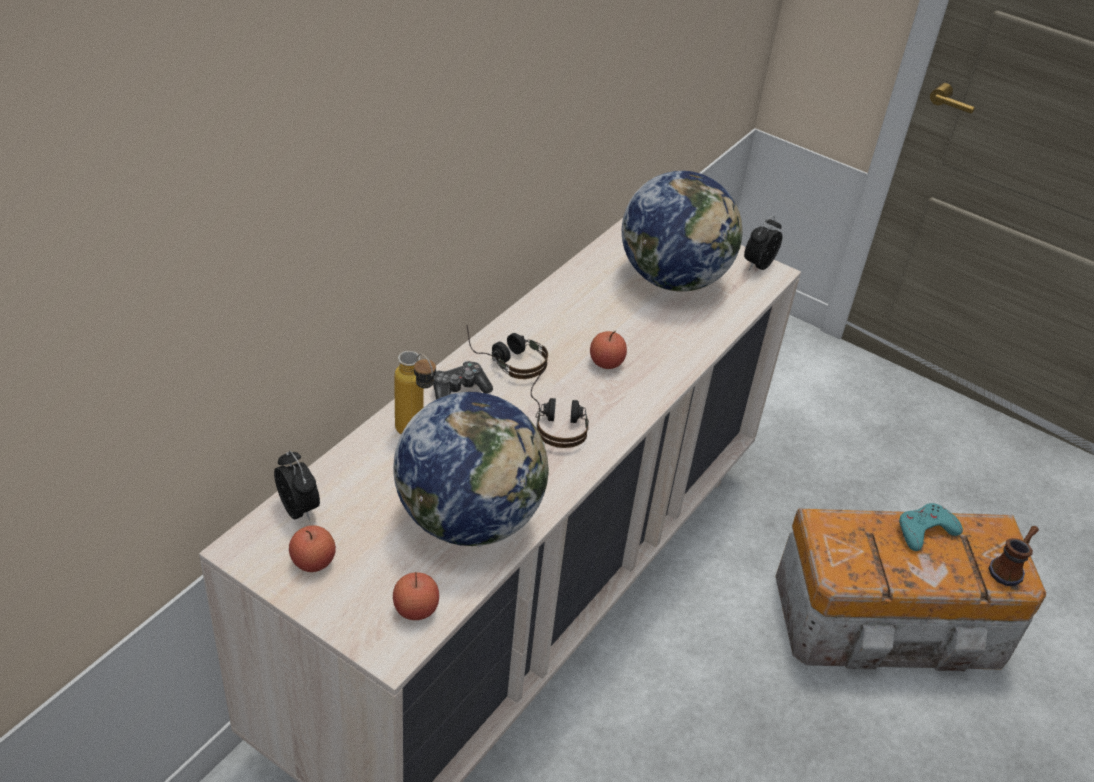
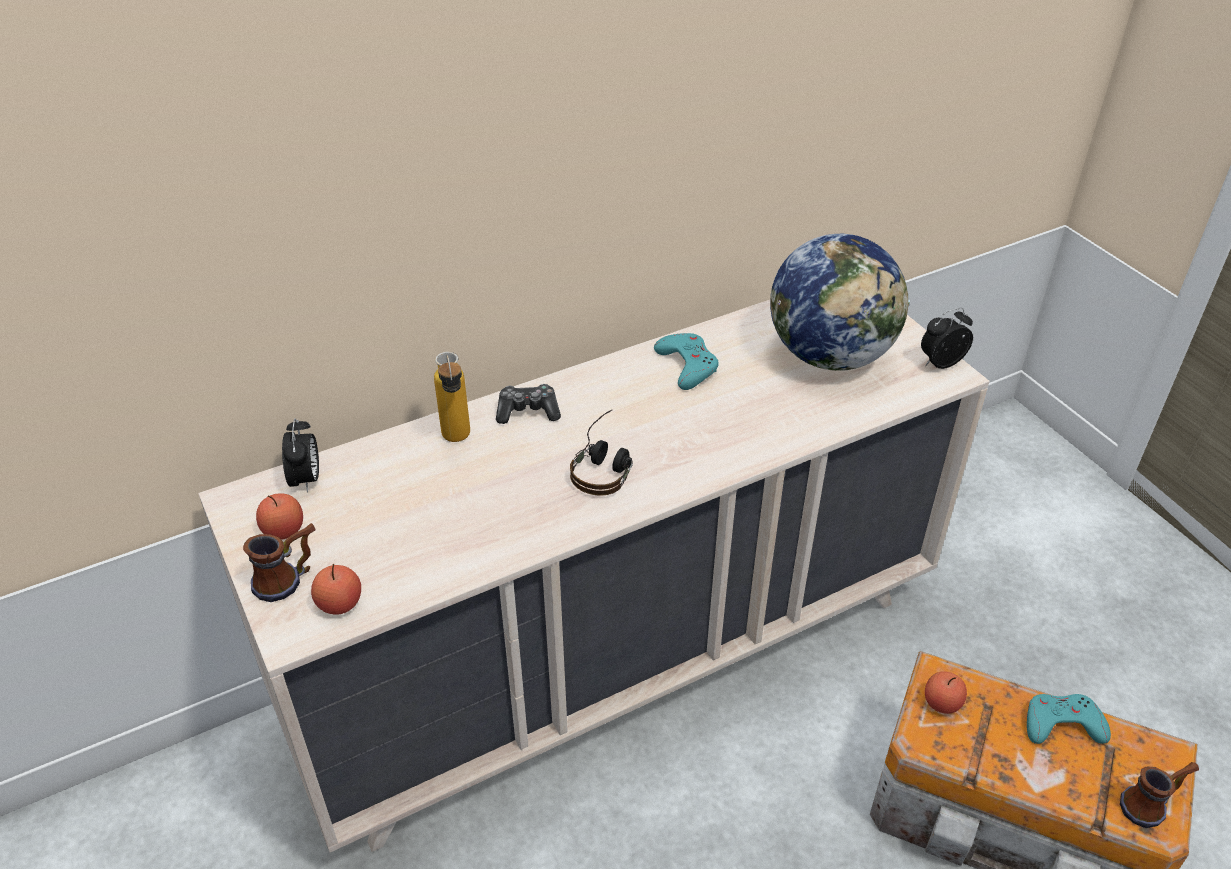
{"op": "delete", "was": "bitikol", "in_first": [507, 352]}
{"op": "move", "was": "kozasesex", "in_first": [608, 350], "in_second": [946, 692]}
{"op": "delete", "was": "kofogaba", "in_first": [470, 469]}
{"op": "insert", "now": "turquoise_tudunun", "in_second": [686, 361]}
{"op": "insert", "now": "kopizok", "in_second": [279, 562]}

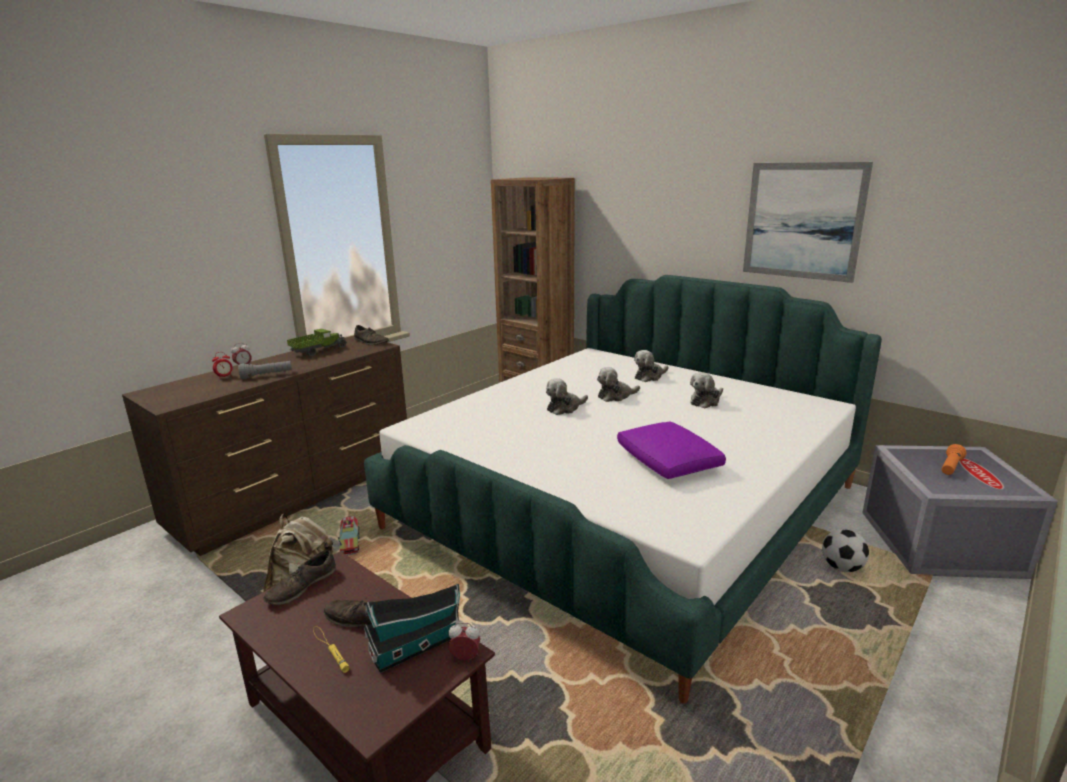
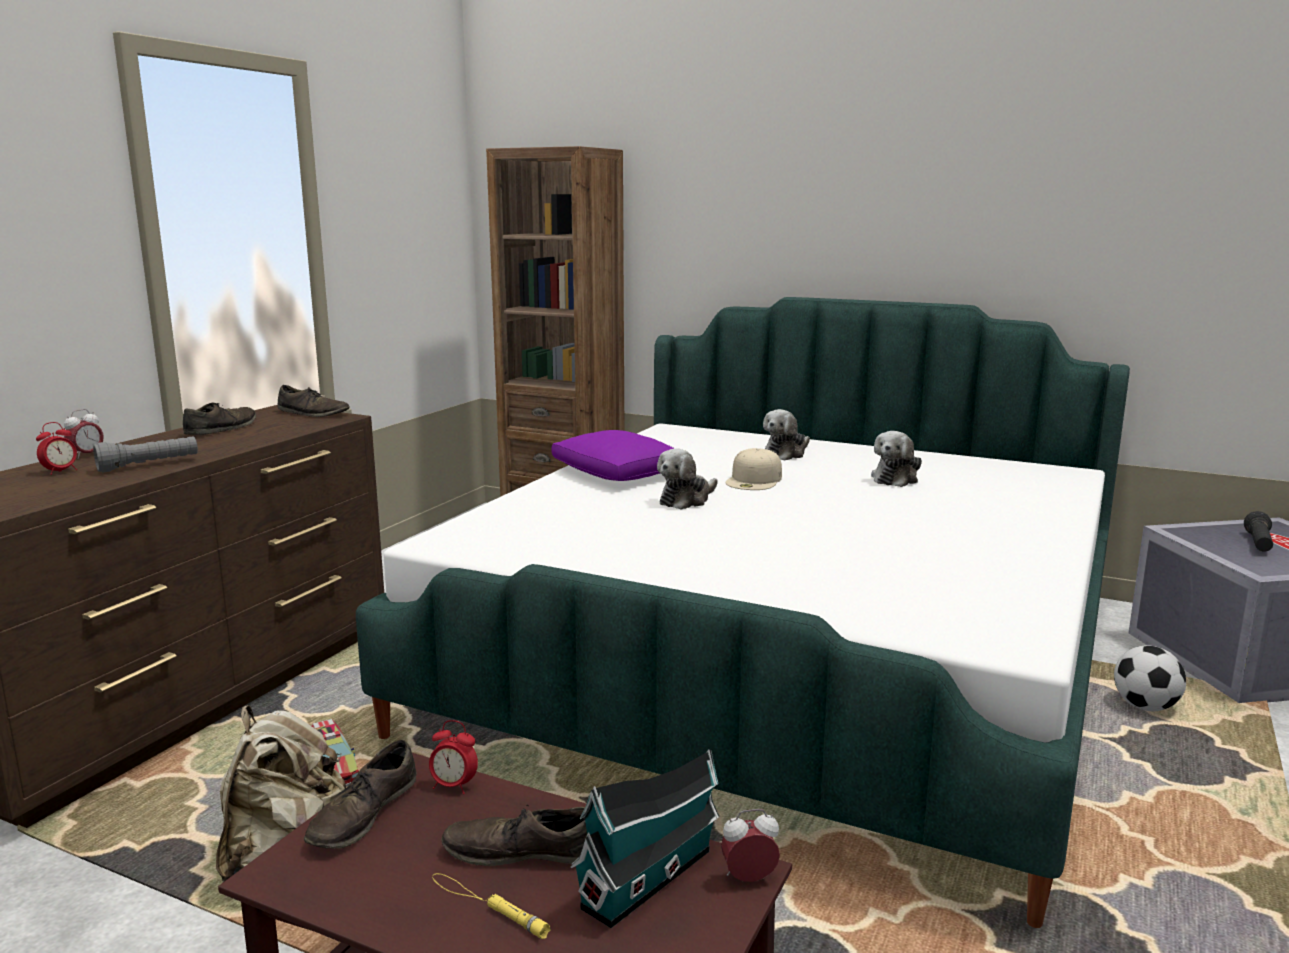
{"op": "delete", "was": "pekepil", "in_first": [808, 222]}
{"op": "replace", "was": "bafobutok", "now": "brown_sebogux", "in_first": [316, 342], "in_second": [219, 419]}
{"op": "replace", "was": "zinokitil", "now": "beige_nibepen", "in_first": [618, 384], "in_second": [754, 469]}
{"op": "move", "was": "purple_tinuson", "in_first": [671, 450], "in_second": [613, 455]}
{"op": "recolor", "was": "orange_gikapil", "now": "black_gikapil", "in_first": [954, 459], "in_second": [1258, 531]}
{"op": "insert", "now": "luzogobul", "in_second": [453, 757]}

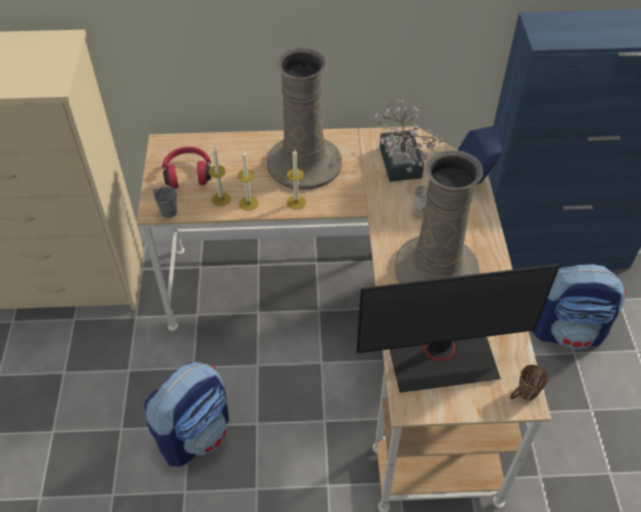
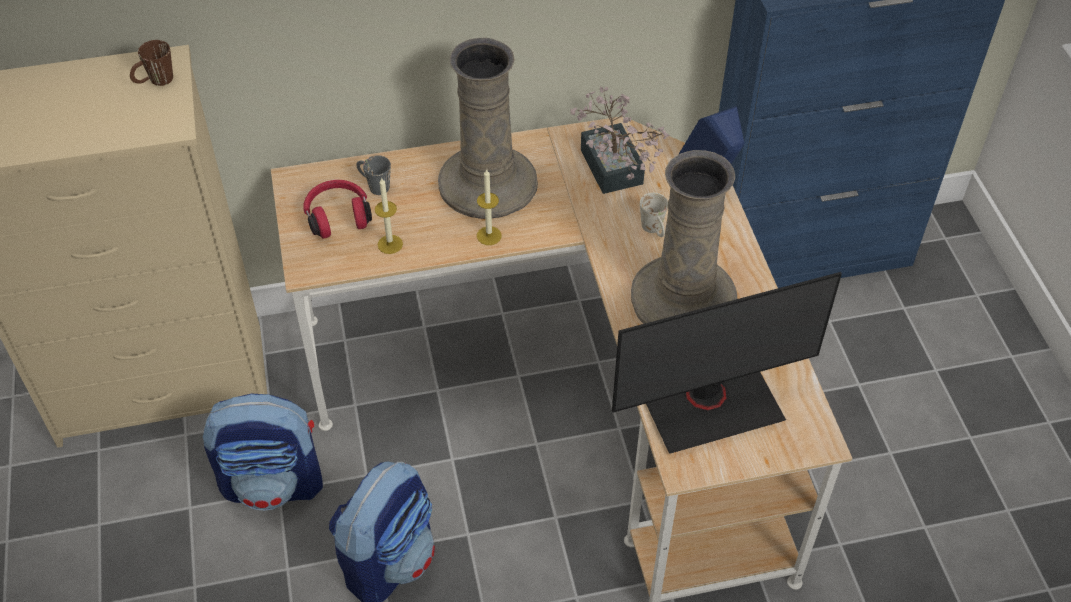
{"op": "delete", "was": "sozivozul", "in_first": [248, 181]}
{"op": "move", "was": "grey_kopizok", "in_first": [165, 202], "in_second": [373, 175]}
{"op": "move", "was": "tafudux", "in_first": [579, 306], "in_second": [263, 452]}
{"op": "move", "was": "brown_kopizok", "in_first": [529, 382], "in_second": [151, 63]}

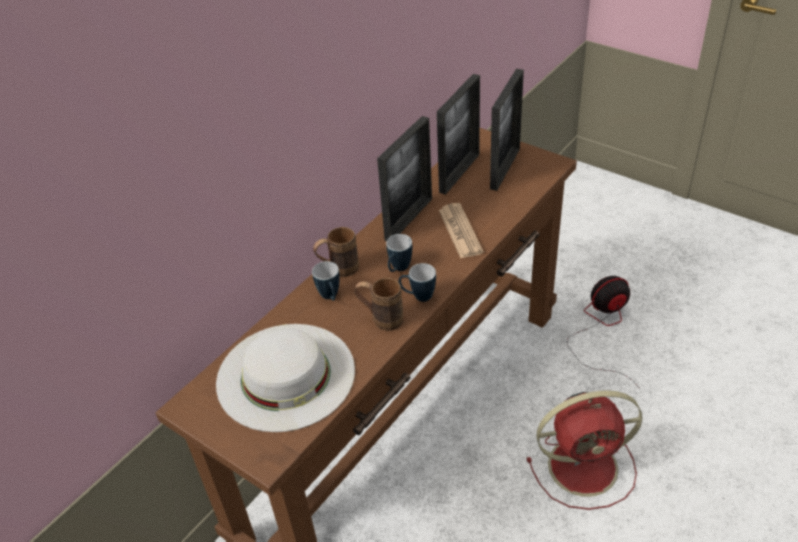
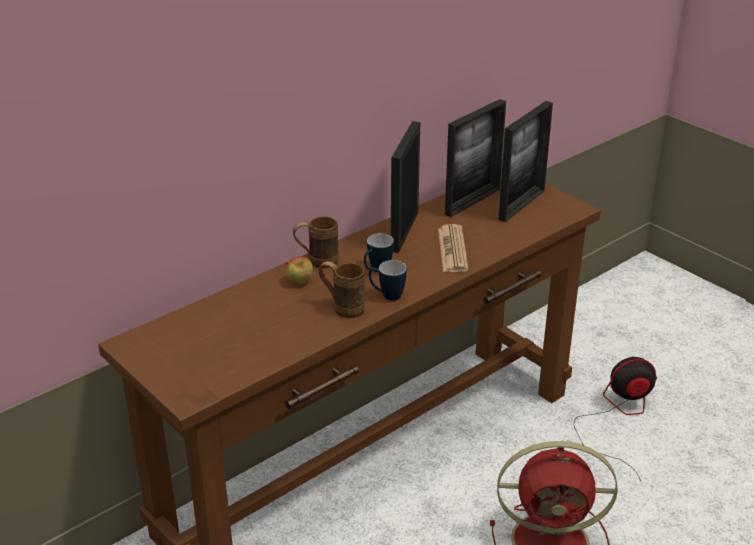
{"op": "rotate", "was": "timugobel", "in_first": [404, 178], "in_second": [405, 187], "clockwise": 150}
{"op": "replace", "was": "kopizok", "now": "kozasesex", "in_first": [326, 281], "in_second": [299, 270]}
{"op": "delete", "was": "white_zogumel", "in_first": [285, 378]}

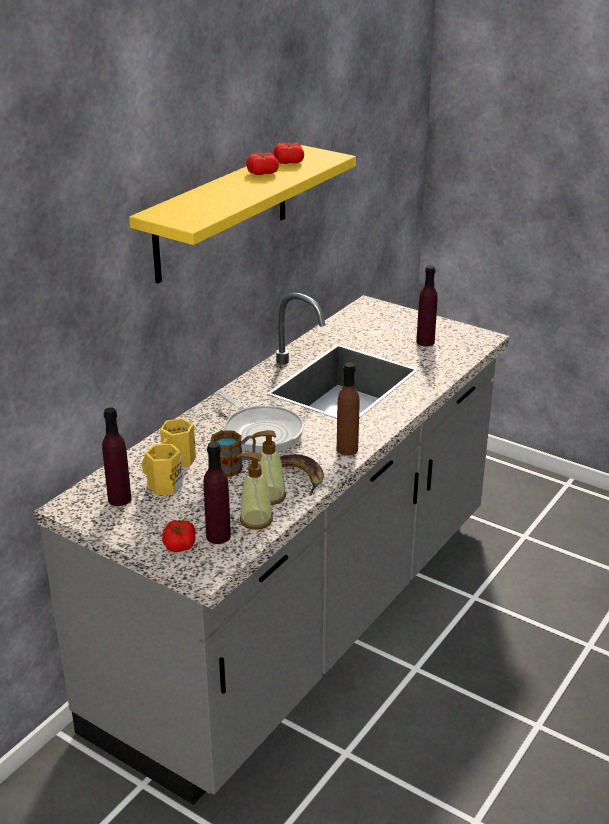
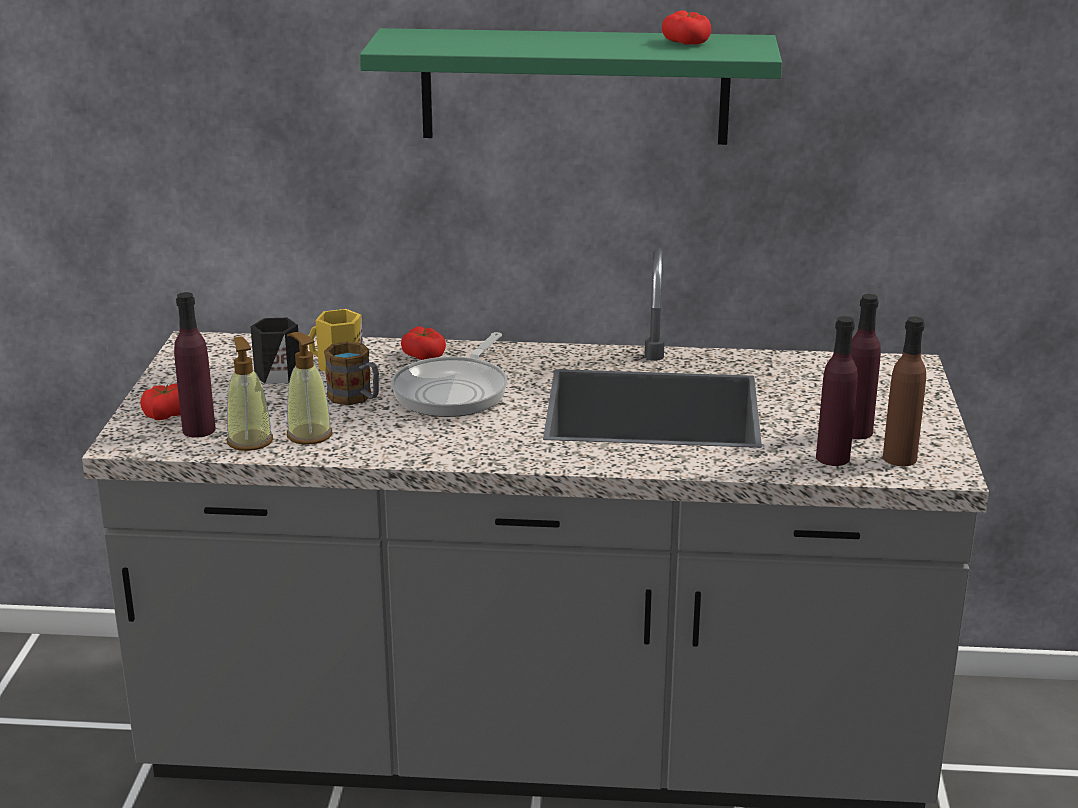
{"op": "recolor", "was": "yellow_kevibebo", "now": "green_kevibebo", "in_first": [242, 214], "in_second": [571, 86]}
{"op": "move", "was": "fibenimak", "in_first": [262, 164], "in_second": [423, 343]}
{"op": "move", "was": "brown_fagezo", "in_first": [348, 409], "in_second": [904, 391]}
{"op": "move", "was": "purple_fagezo", "in_first": [116, 456], "in_second": [837, 391]}
{"op": "recolor", "was": "yellow_kopizok", "now": "black_kopizok", "in_first": [162, 469], "in_second": [275, 351]}
{"op": "delete", "was": "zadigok", "in_first": [302, 475]}

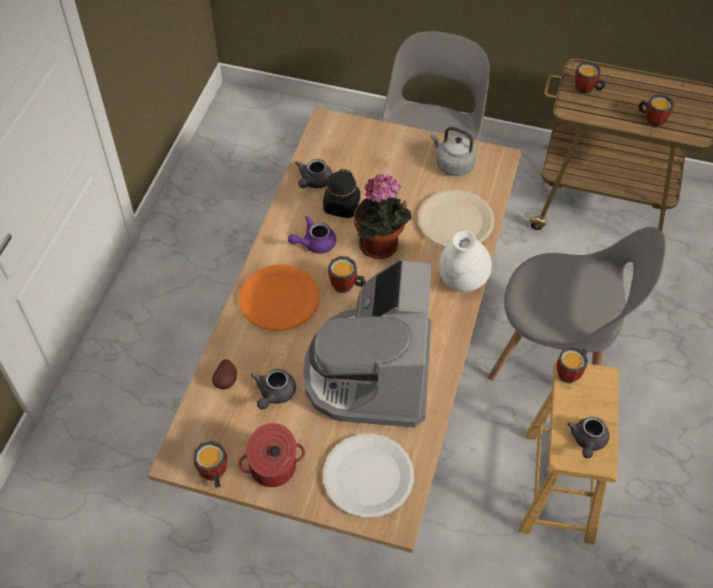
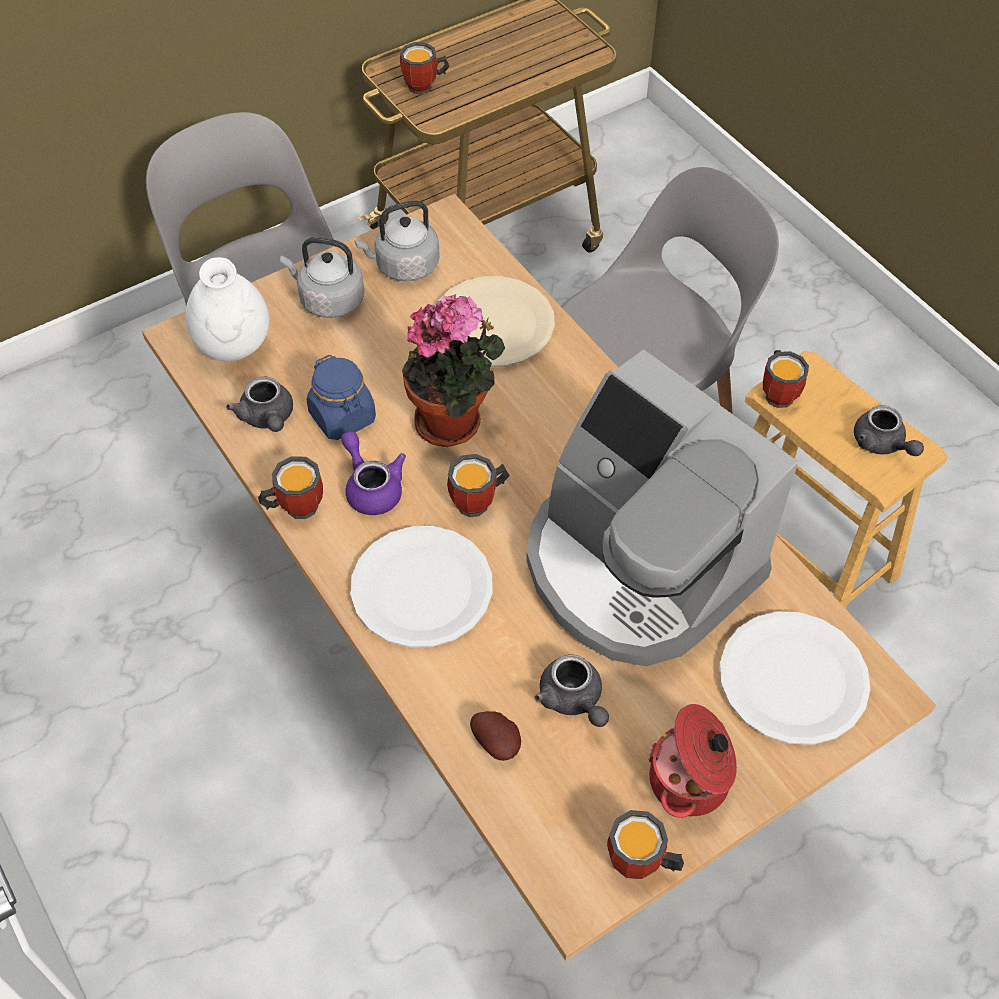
{"op": "move", "was": "kopizok", "in_first": [656, 111], "in_second": [290, 487]}
{"op": "recolor", "was": "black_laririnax", "now": "blue_laririnax", "in_first": [341, 193], "in_second": [341, 397]}
{"op": "rotate", "was": "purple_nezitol", "in_first": [312, 235], "in_second": [373, 473], "clockwise": 135}
{"op": "move", "was": "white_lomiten", "in_first": [465, 261], "in_second": [228, 309]}
{"op": "recolor", "was": "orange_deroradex", "now": "white_deroradex", "in_first": [279, 297], "in_second": [421, 586]}
{"op": "insert", "now": "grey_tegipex", "in_second": [322, 277]}

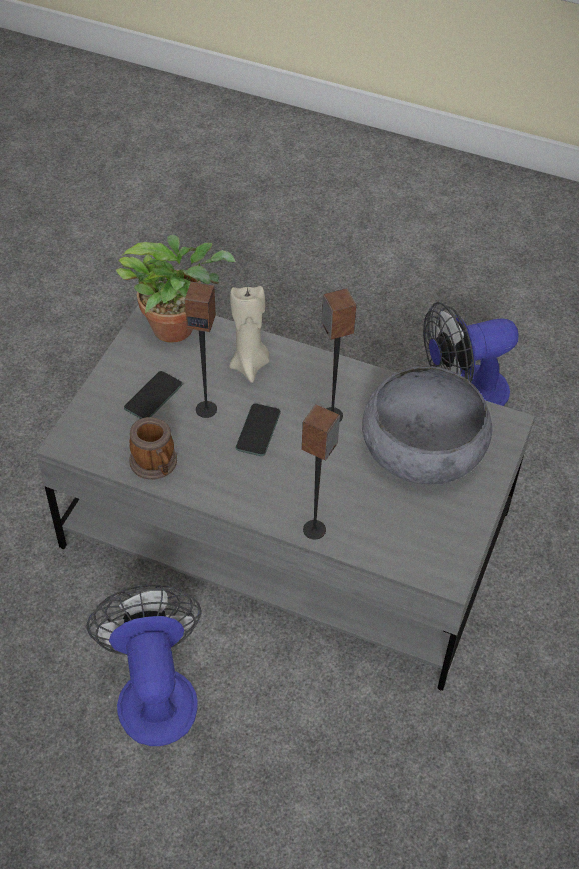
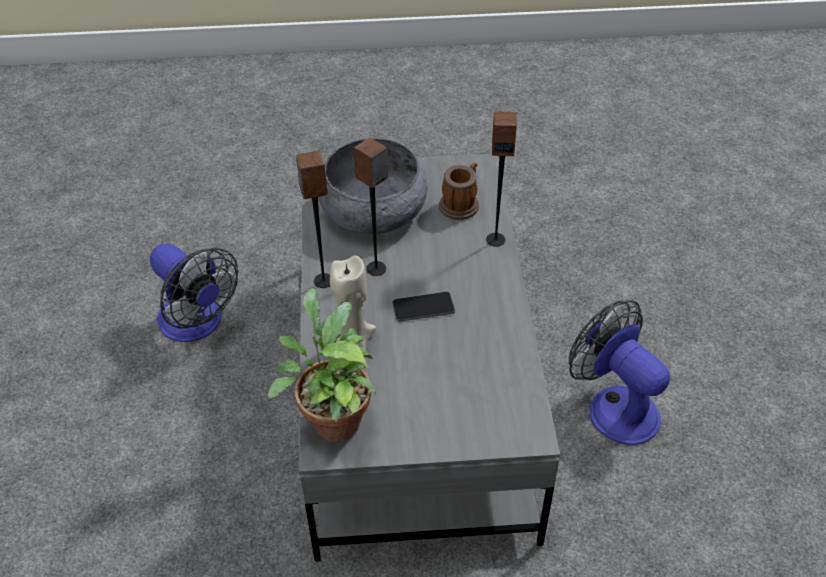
{"op": "move", "was": "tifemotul", "in_first": [201, 350], "in_second": [313, 219]}
{"op": "delete", "was": "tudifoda", "in_first": [153, 395]}
{"op": "move", "was": "kopizok", "in_first": [153, 448], "in_second": [459, 191]}
{"op": "rotate", "was": "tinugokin", "in_first": [144, 665], "in_second": [619, 372], "clockwise": 90}

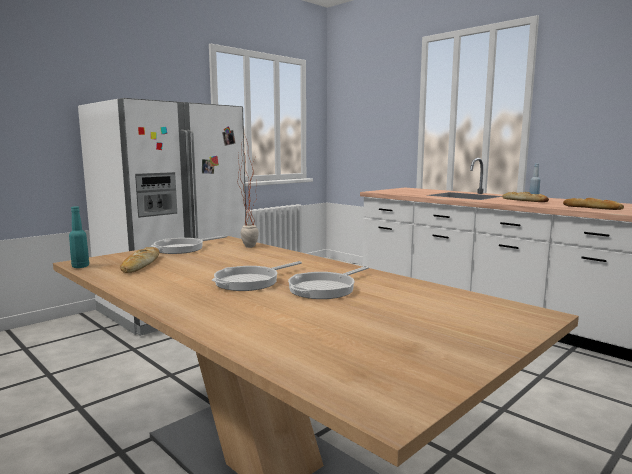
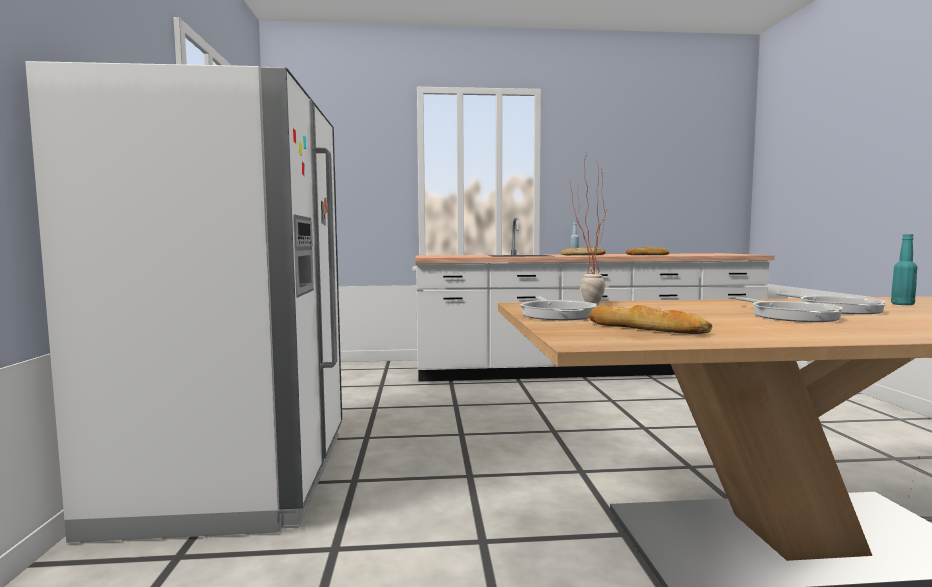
{"op": "move", "was": "turquoise_fagezo", "in_first": [79, 237], "in_second": [904, 269]}

